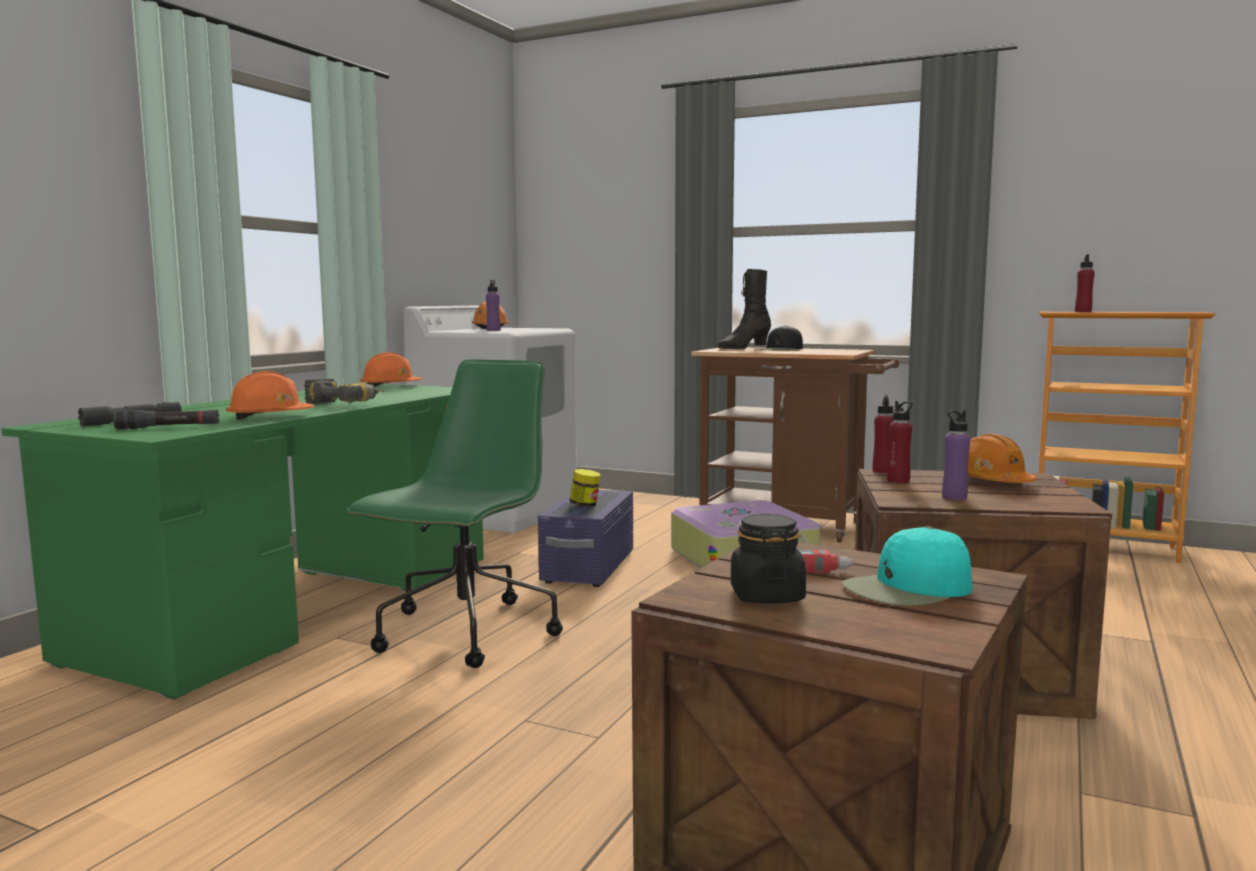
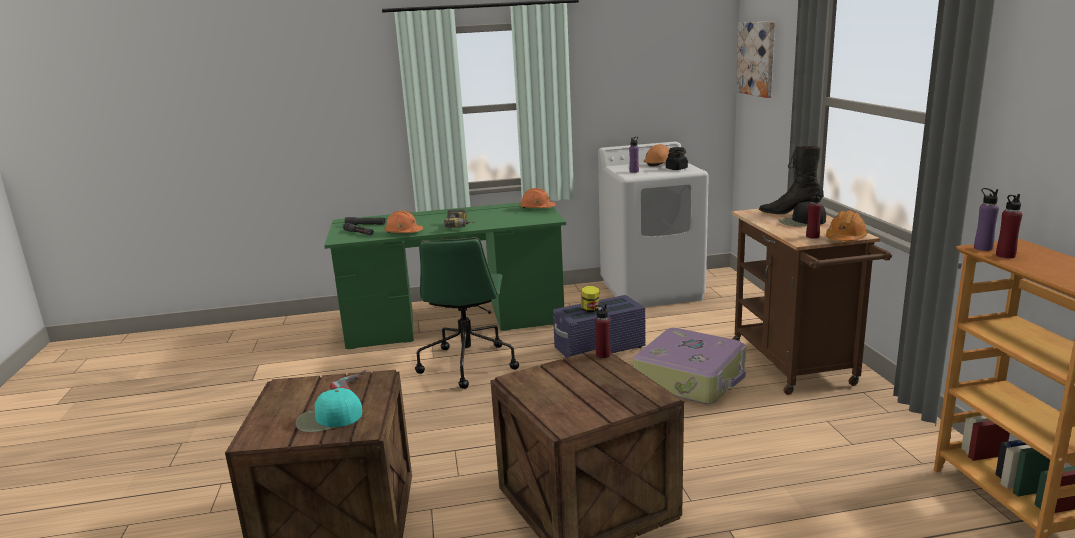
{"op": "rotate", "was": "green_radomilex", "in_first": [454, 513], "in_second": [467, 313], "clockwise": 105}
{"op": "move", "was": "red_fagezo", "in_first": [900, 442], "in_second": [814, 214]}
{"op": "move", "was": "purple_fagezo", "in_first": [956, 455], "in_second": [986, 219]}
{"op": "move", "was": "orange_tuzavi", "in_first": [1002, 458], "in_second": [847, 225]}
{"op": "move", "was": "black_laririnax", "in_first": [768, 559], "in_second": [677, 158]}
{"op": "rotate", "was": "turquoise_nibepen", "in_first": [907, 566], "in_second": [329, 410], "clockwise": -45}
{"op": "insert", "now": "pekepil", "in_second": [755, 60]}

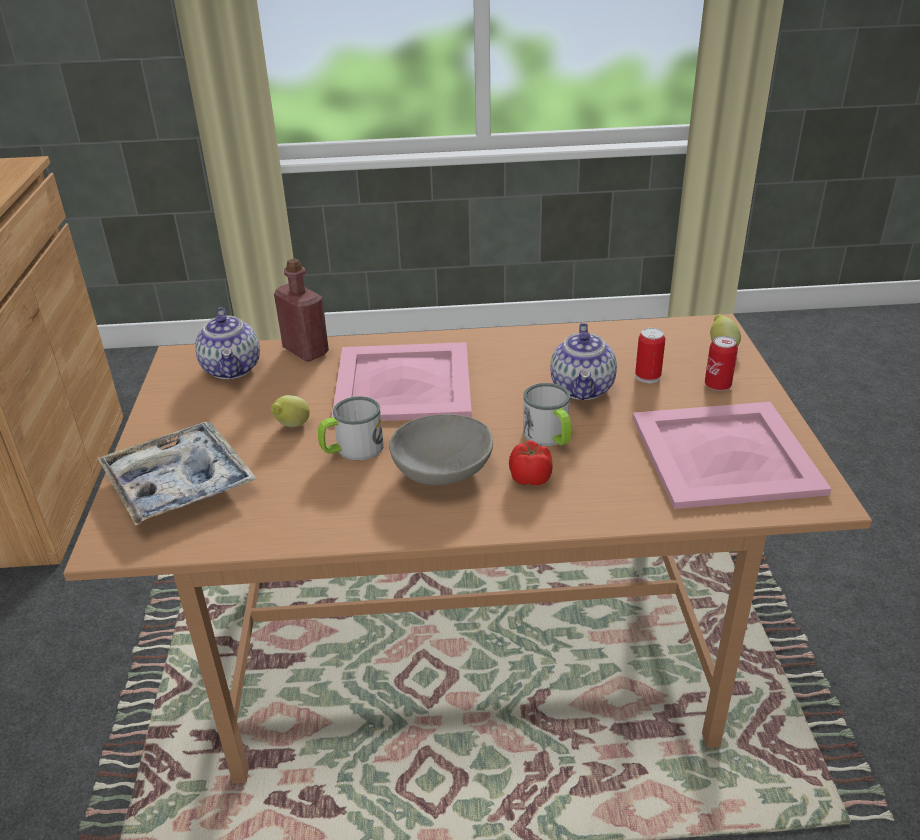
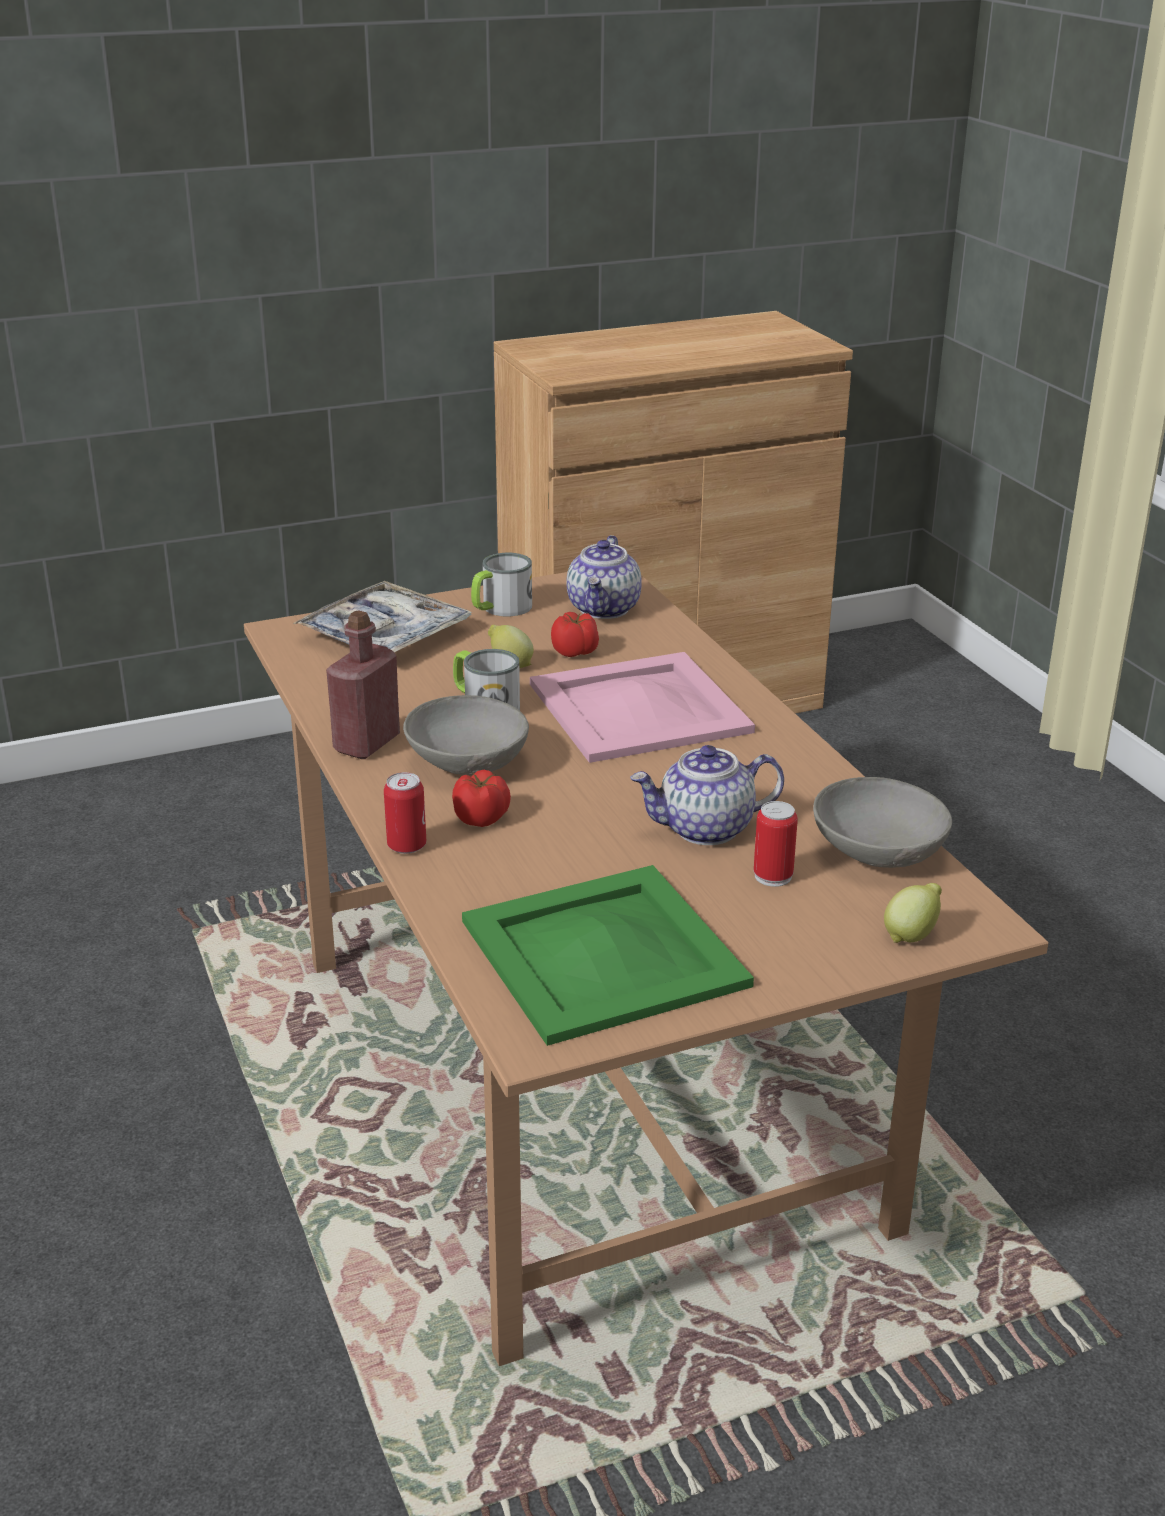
{"op": "move", "was": "red_fagezo", "in_first": [301, 310], "in_second": [363, 684]}
{"op": "rotate", "was": "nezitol", "in_first": [227, 343], "in_second": [604, 577], "clockwise": -45}
{"op": "move", "was": "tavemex", "in_first": [721, 363], "in_second": [405, 813]}
{"op": "move", "was": "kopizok", "in_first": [547, 414], "in_second": [501, 584]}
{"op": "recolor", "was": "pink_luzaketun", "now": "green_luzaketun", "in_first": [731, 455], "in_second": [608, 955]}
{"op": "insert", "now": "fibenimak", "in_second": [575, 634]}
{"op": "insert", "now": "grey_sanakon", "in_second": [882, 822]}

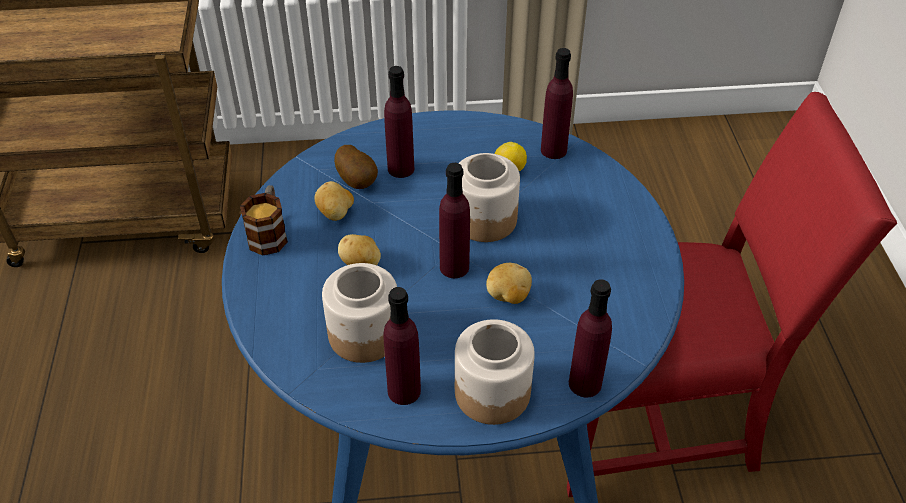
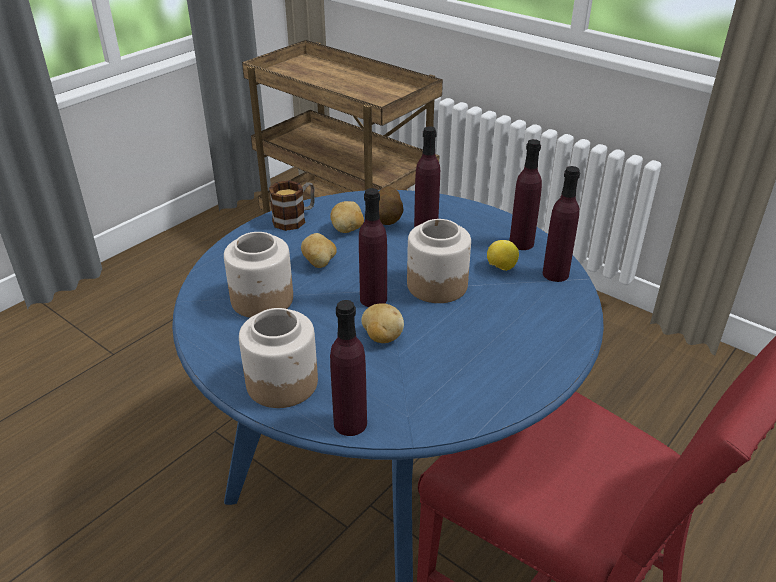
{"op": "move", "was": "purple_fagezo", "in_first": [402, 346], "in_second": [525, 194]}

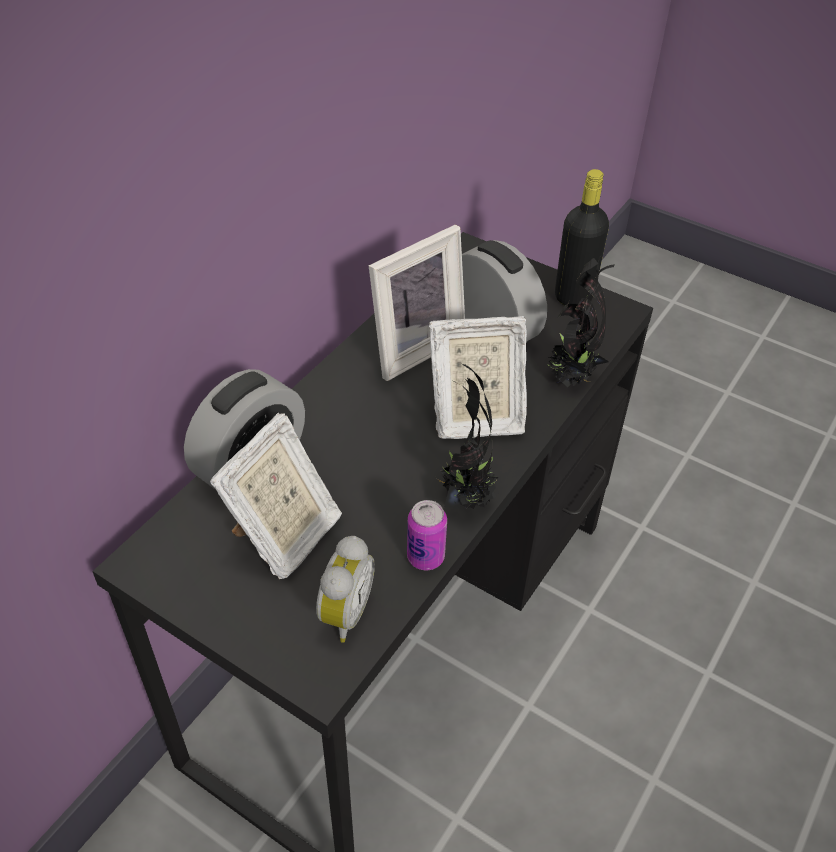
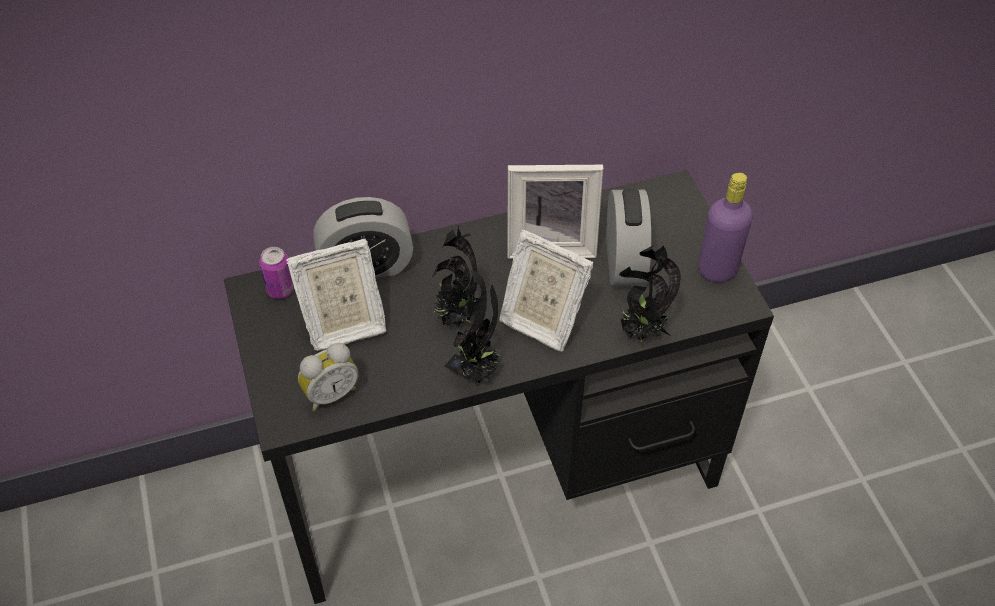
{"op": "recolor", "was": "black_fagezo", "now": "purple_fagezo", "in_first": [582, 237], "in_second": [725, 228]}
{"op": "move", "was": "tavemex", "in_first": [427, 535], "in_second": [276, 273]}
{"op": "insert", "now": "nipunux", "in_second": [456, 277]}

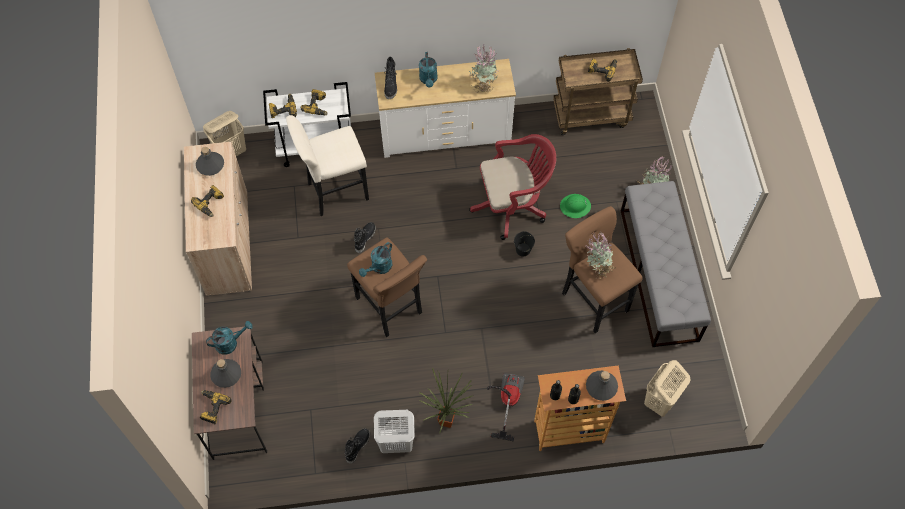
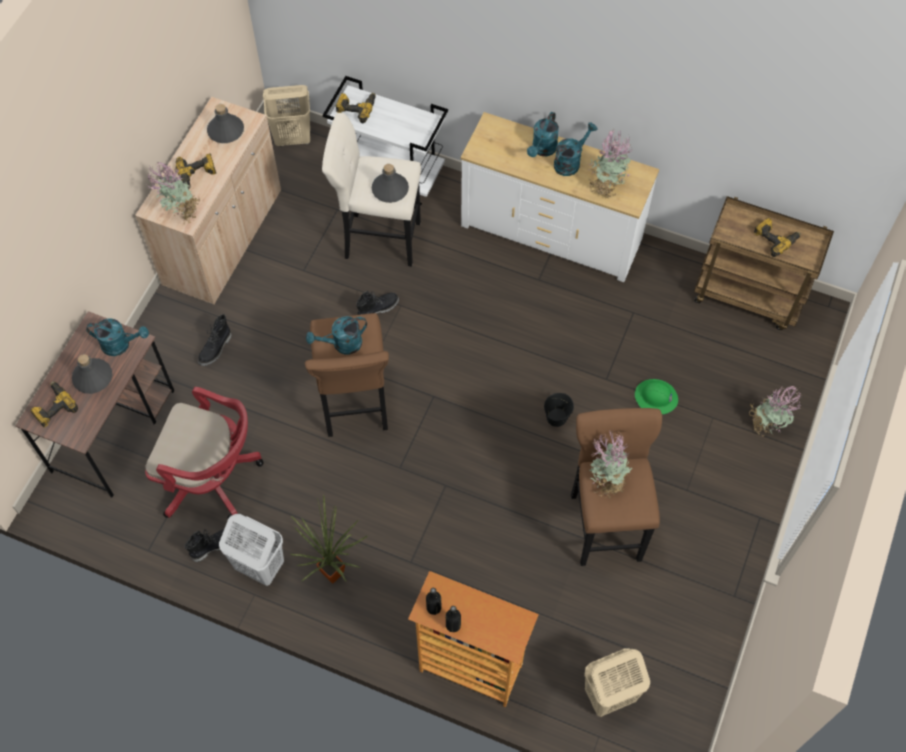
{"op": "move", "was": "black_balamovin", "in_first": [390, 78], "in_second": [215, 340]}
{"op": "delete", "was": "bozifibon", "in_first": [314, 102]}
{"op": "move", "was": "red_radomilex", "in_first": [512, 187], "in_second": [204, 453]}
{"op": "delete", "was": "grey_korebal", "in_first": [666, 264]}
{"op": "move", "was": "grey_fagezo", "in_first": [602, 386], "in_second": [390, 183]}
{"op": "delete", "was": "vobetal", "in_first": [506, 407]}
{"op": "insert", "now": "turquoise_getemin", "in_second": [576, 149]}
{"op": "insert", "now": "nipunux", "in_second": [173, 193]}

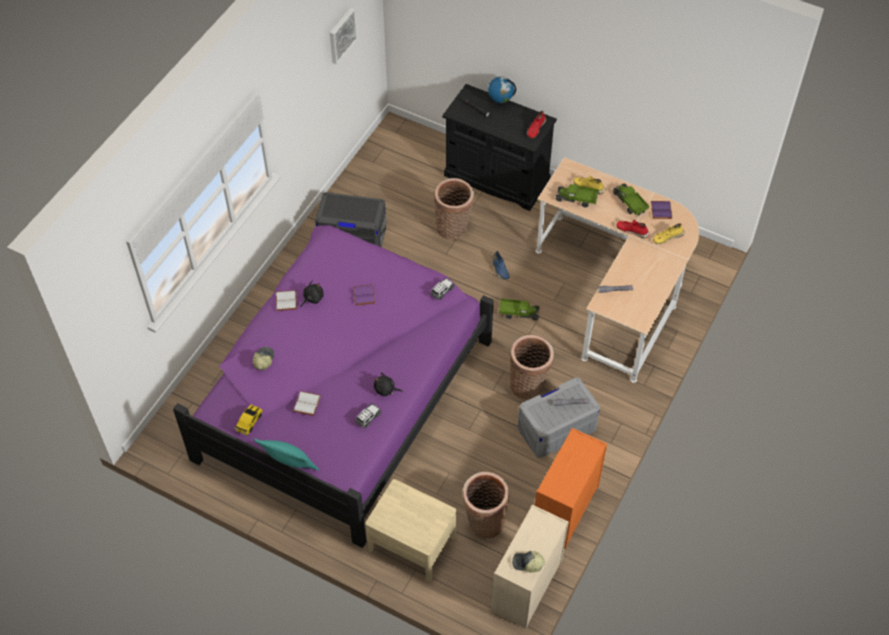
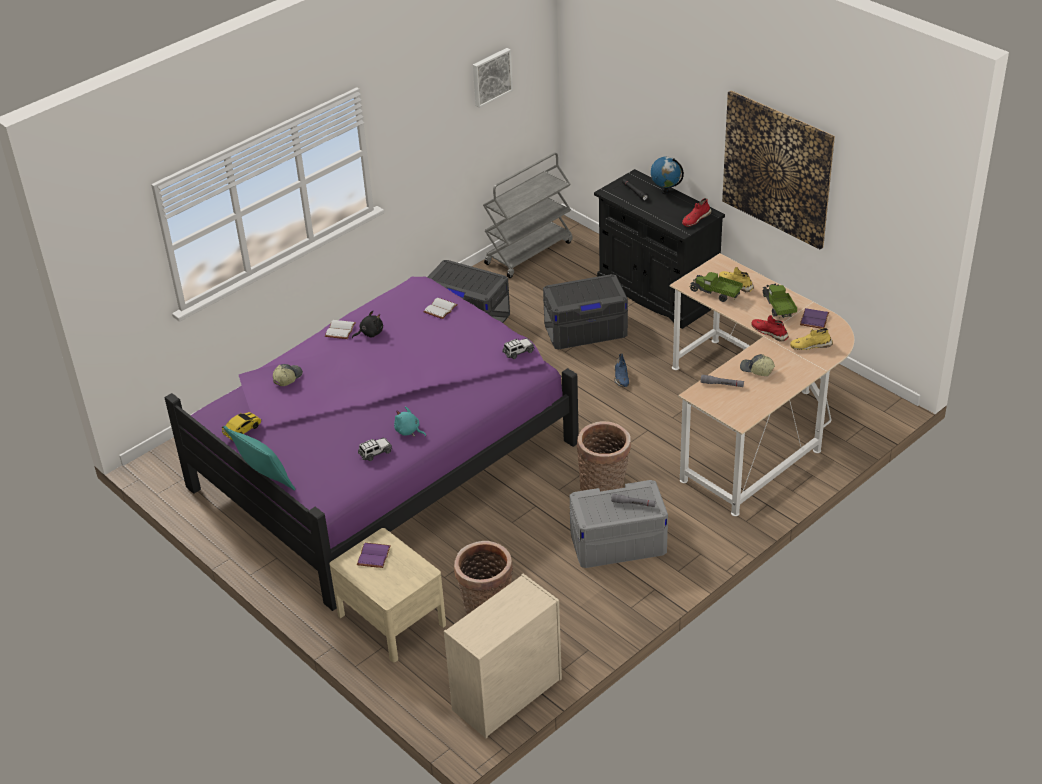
{"op": "replace", "was": "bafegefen", "now": "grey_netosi", "in_first": [454, 209], "in_second": [585, 311]}
{"op": "move", "was": "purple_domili", "in_first": [364, 294], "in_second": [374, 555]}
{"op": "delete", "was": "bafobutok", "in_first": [519, 309]}
{"op": "recolor", "was": "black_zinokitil", "now": "turquoise_zinokitil", "in_first": [388, 384], "in_second": [410, 421]}
{"op": "move", "was": "white_domili", "in_first": [307, 403], "in_second": [441, 308]}
{"op": "delete", "was": "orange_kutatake", "in_first": [571, 488]}
{"op": "move", "was": "nibepen", "in_first": [528, 561], "in_second": [757, 365]}
{"op": "insert", "now": "pekepil", "in_second": [778, 169]}
{"op": "insert", "now": "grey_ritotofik", "in_second": [527, 215]}

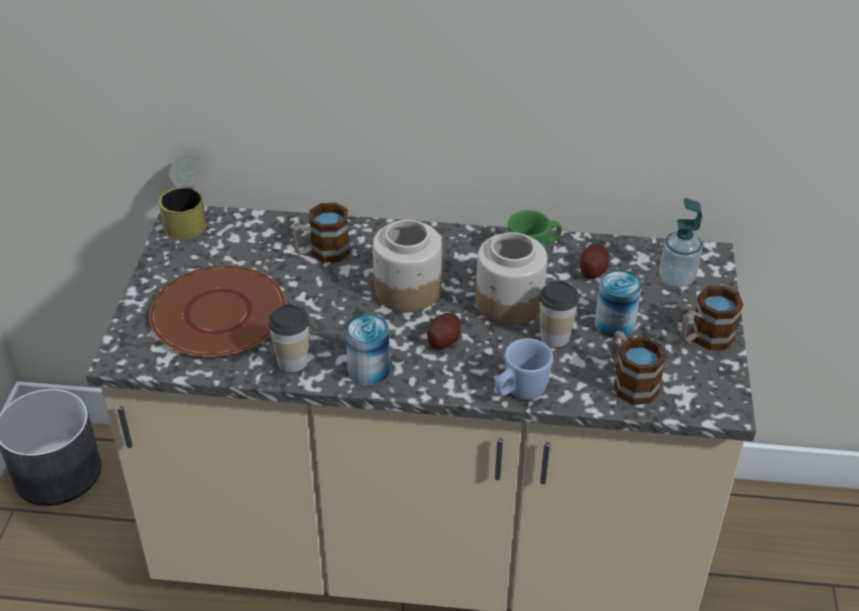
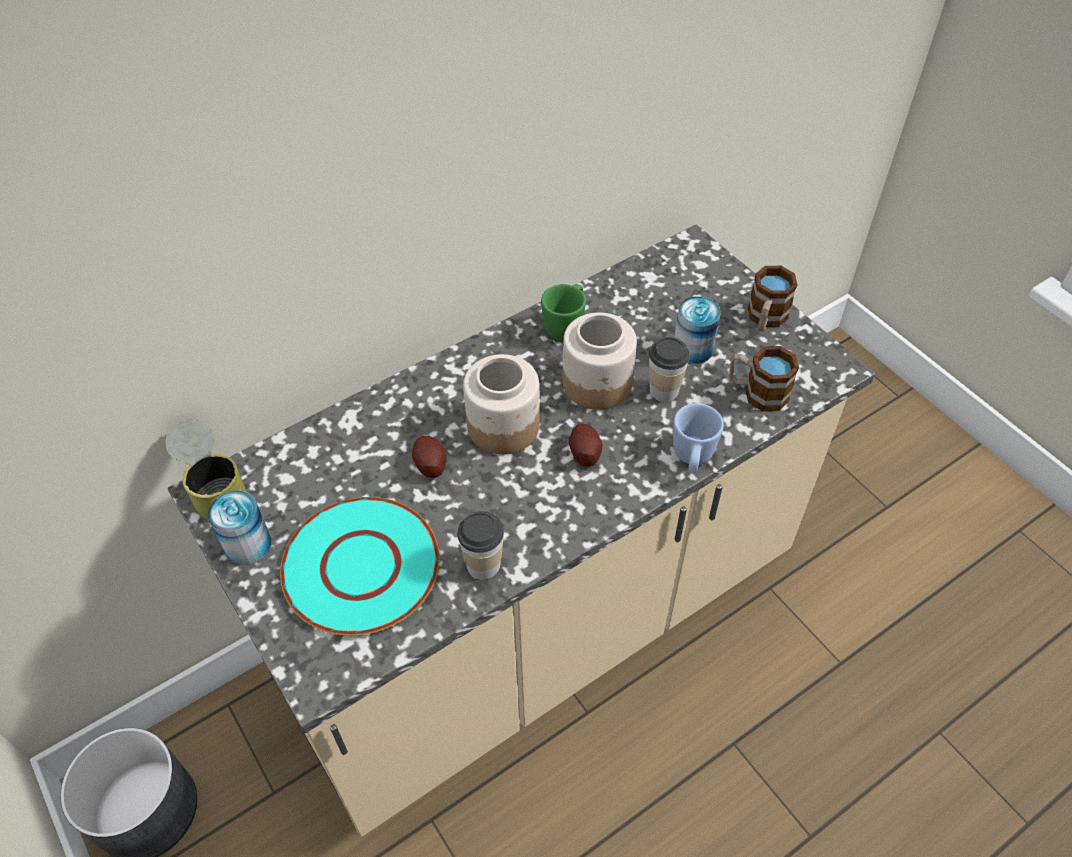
{"op": "delete", "was": "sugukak", "in_first": [680, 242]}
{"op": "delete", "was": "kopizok", "in_first": [321, 233]}
{"op": "move", "was": "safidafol", "in_first": [594, 261], "in_second": [429, 457]}
{"op": "recolor", "was": "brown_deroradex", "now": "turquoise_deroradex", "in_first": [217, 311], "in_second": [360, 566]}
{"op": "move", "was": "tavemex", "in_first": [367, 349], "in_second": [239, 527]}

